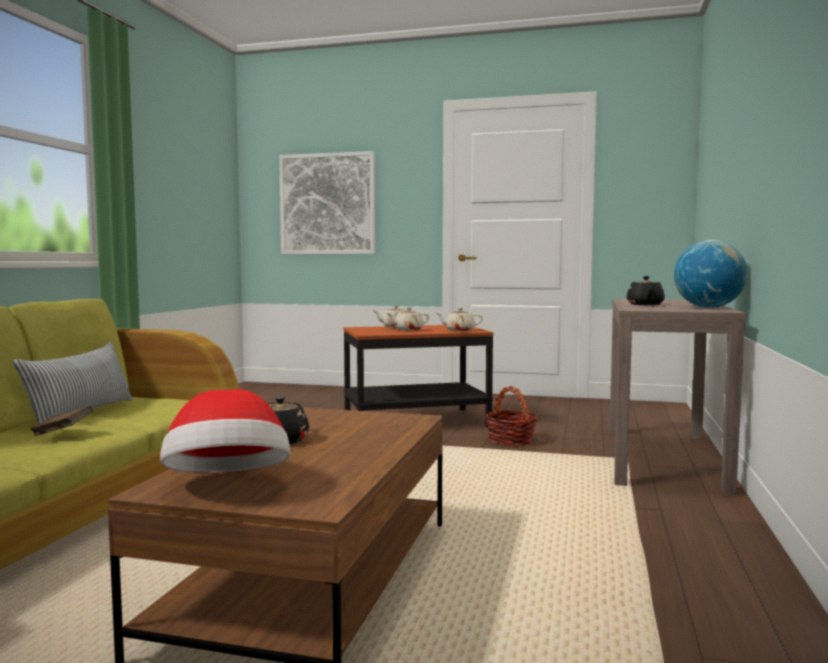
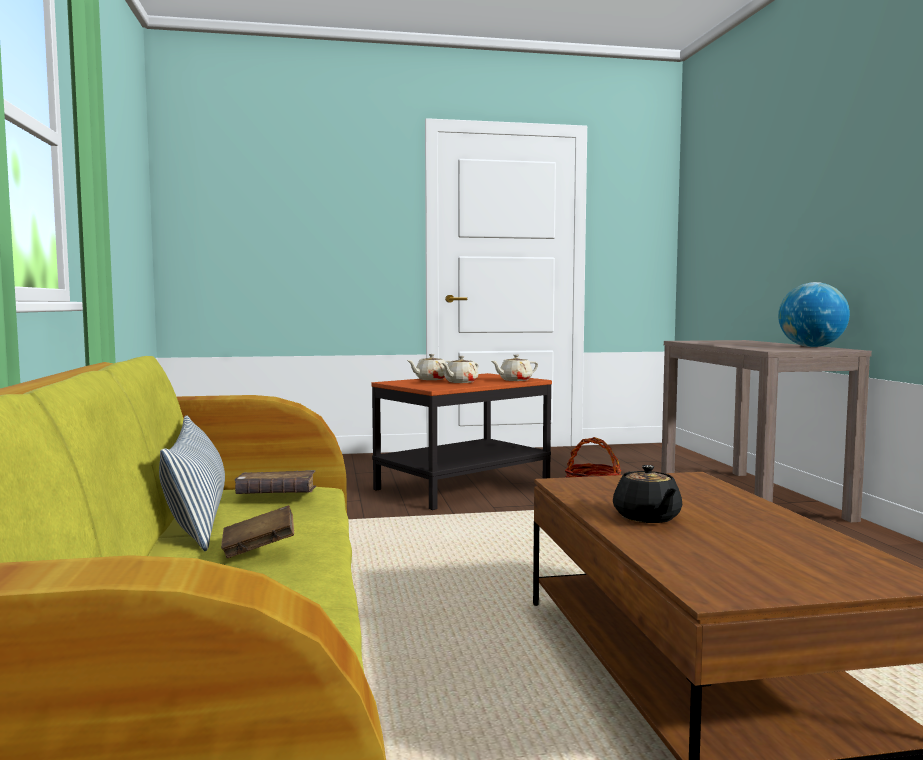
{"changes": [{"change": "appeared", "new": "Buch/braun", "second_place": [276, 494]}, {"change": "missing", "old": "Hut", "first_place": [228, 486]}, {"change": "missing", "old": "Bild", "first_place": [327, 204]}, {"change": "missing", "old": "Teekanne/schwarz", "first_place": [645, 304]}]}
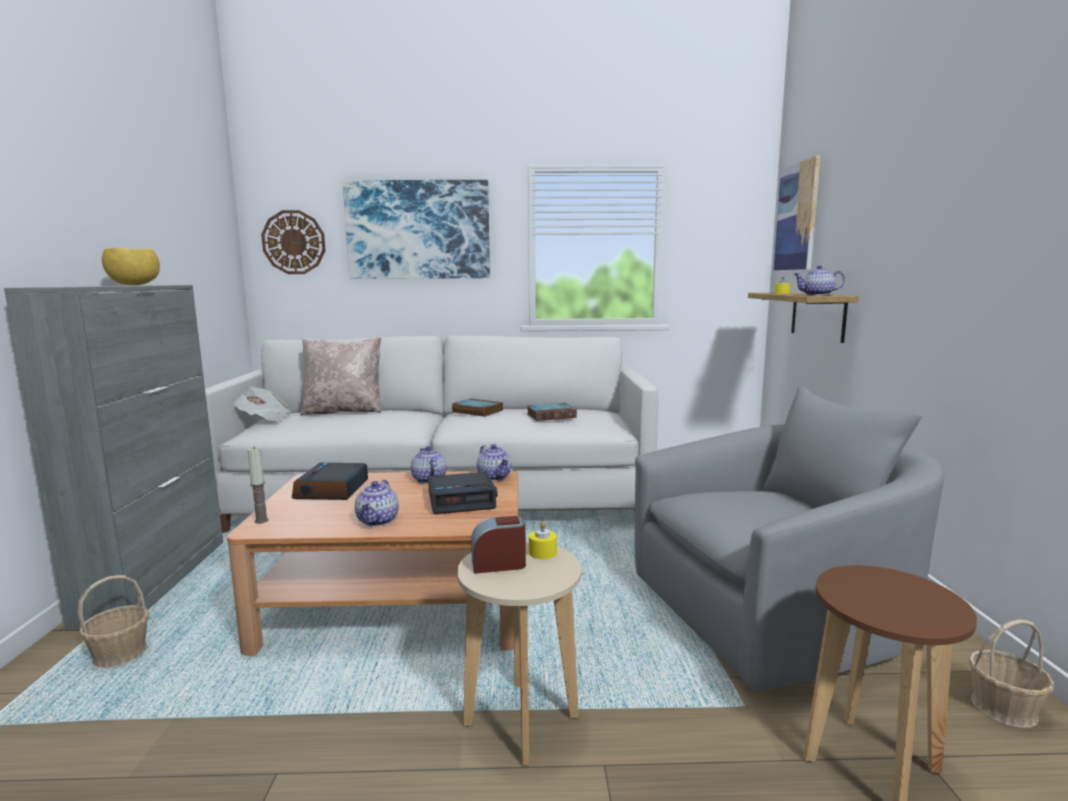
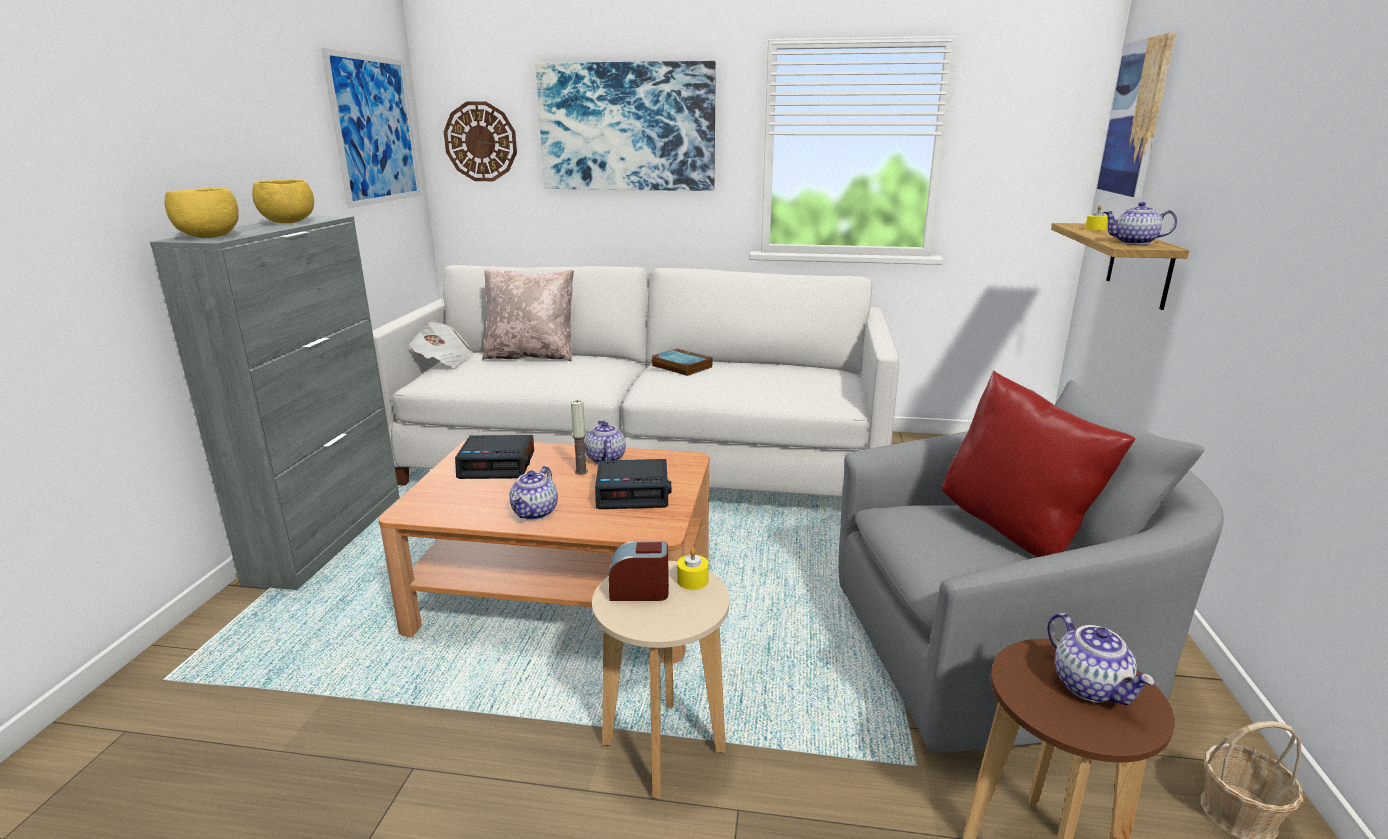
{"changes": [{"change": "appeared", "new": "Schüssel/gelb", "second_place": [209, 237]}, {"change": "appeared", "new": "Bild", "second_place": [375, 130]}, {"change": "spun", "old": "Wecker", "first_place": [332, 490], "second_place": [498, 465], "degrees": -105}, {"change": "relocated", "old": "Kerze", "first_place": [261, 521], "second_place": [581, 471]}, {"change": "appeared", "new": "Kissen/rot", "second_place": [1016, 532]}, {"change": "relocated", "old": "Teekanne", "first_place": [495, 477], "second_place": [1090, 686]}, {"change": "missing", "old": "Korb", "first_place": [120, 654]}, {"change": "missing", "old": "Buch", "first_place": [552, 415]}]}
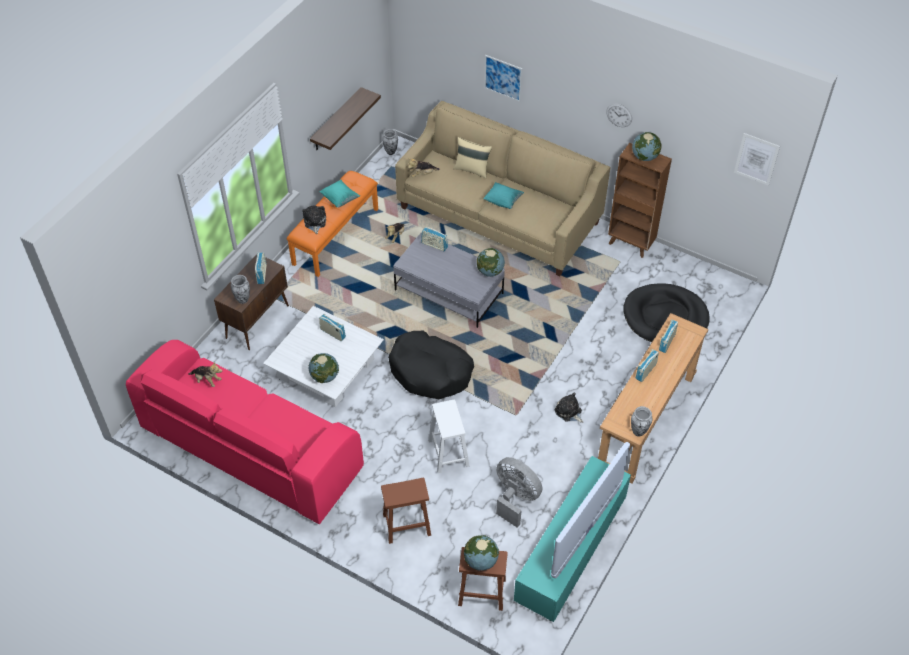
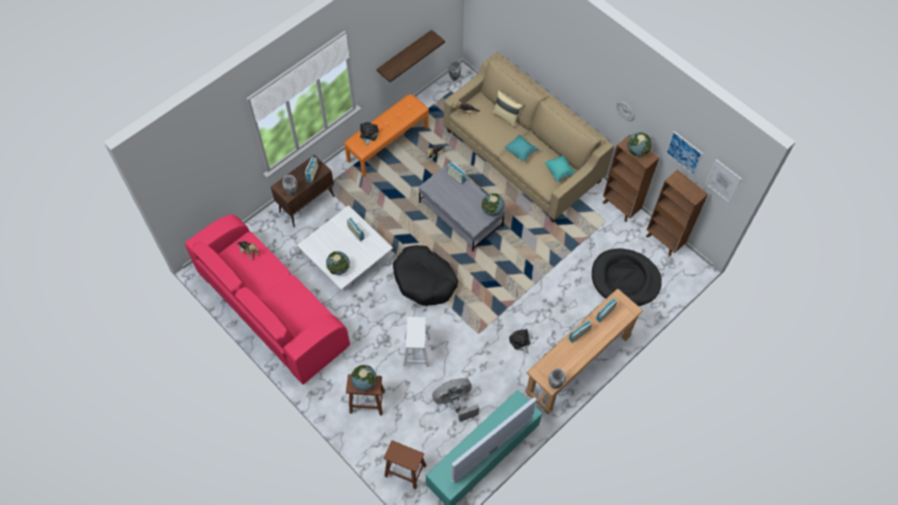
{"changes": [{"change": "relocated", "old": "Globus", "first_place": [480, 561], "second_place": [364, 382]}, {"change": "spun", "old": "Ventilator/grau", "first_place": [515, 498], "second_place": [455, 402], "degrees": -75}, {"change": "relocated", "old": "Kissen/türkis", "first_place": [340, 199], "second_place": [559, 172]}, {"change": "appeared", "new": "Bücherregal/braun", "second_place": [664, 241]}, {"change": "relocated", "old": "Bild", "first_place": [503, 78], "second_place": [684, 153]}]}
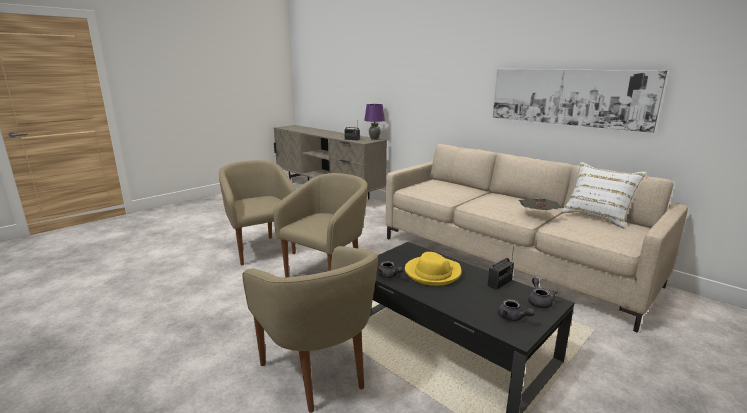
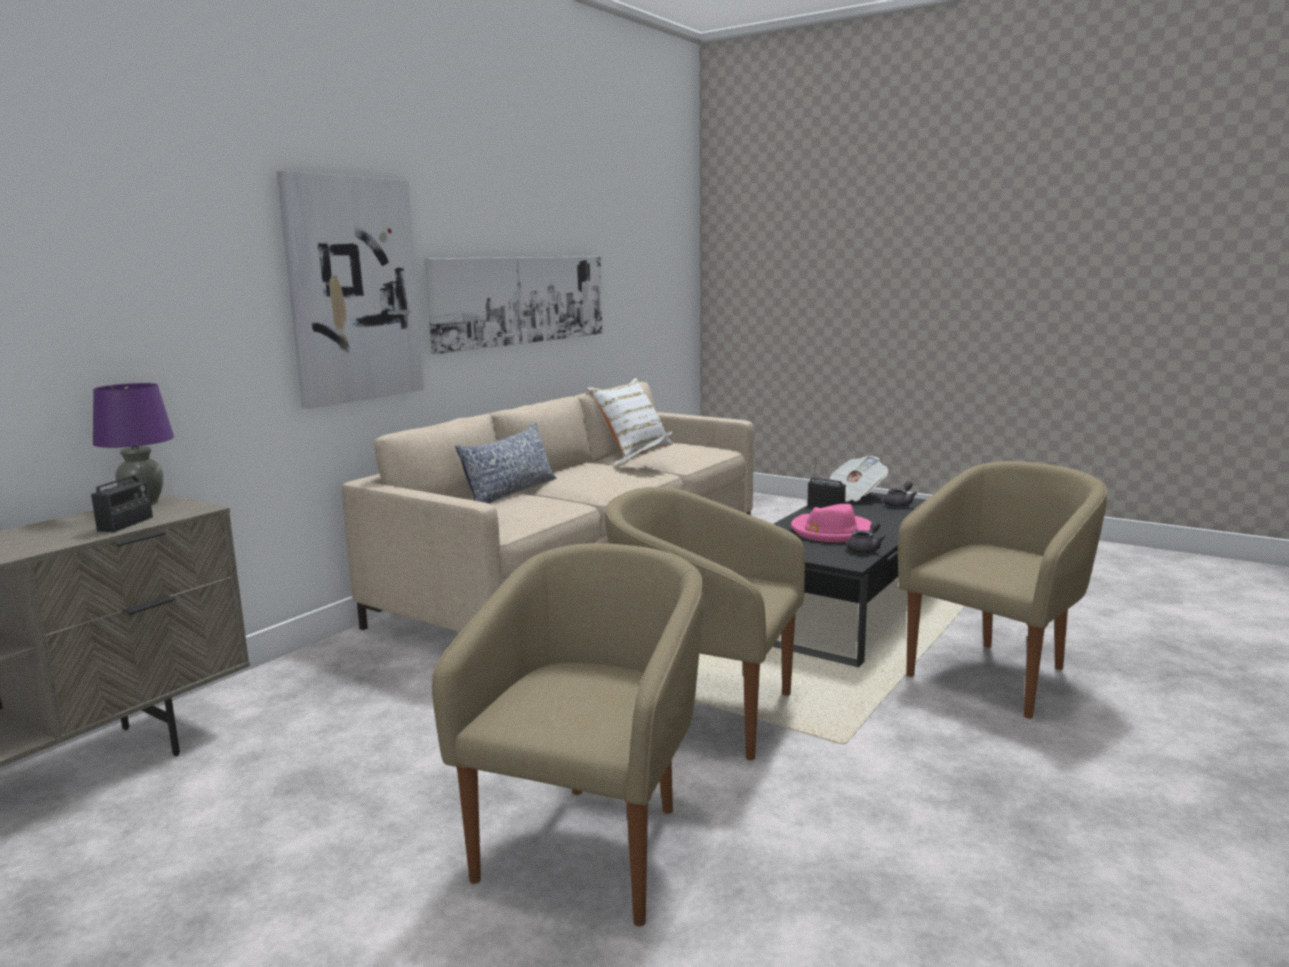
{"changes": [{"change": "appeared", "new": "Bild", "second_place": [353, 290]}, {"change": "spun", "old": "Sessel/beige", "first_place": [261, 249], "second_place": [592, 844], "degrees": 150}, {"change": "appeared", "new": "Kissen", "second_place": [510, 492]}, {"change": "colour", "old": "Hut/gelb", "new": "Hut/rosa", "first_place": [432, 273], "second_place": [830, 531]}, {"change": "exchanged", "old": "Teekanne/grau", "new": "Zeitung", "first_place": [539, 301], "second_place": [852, 496]}]}
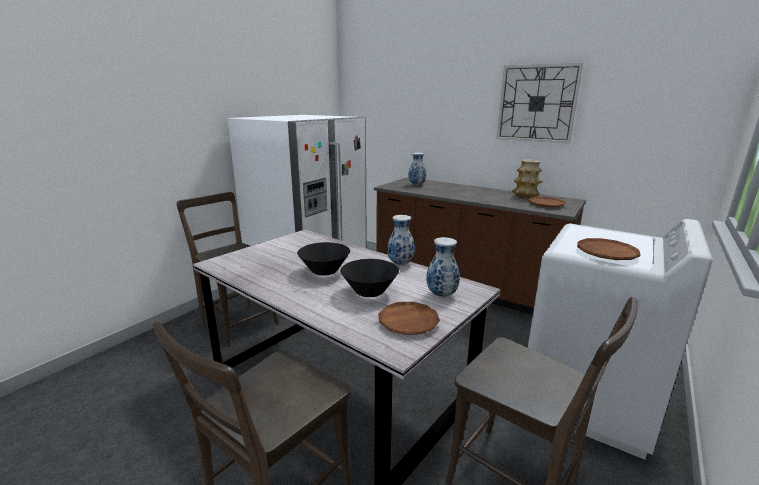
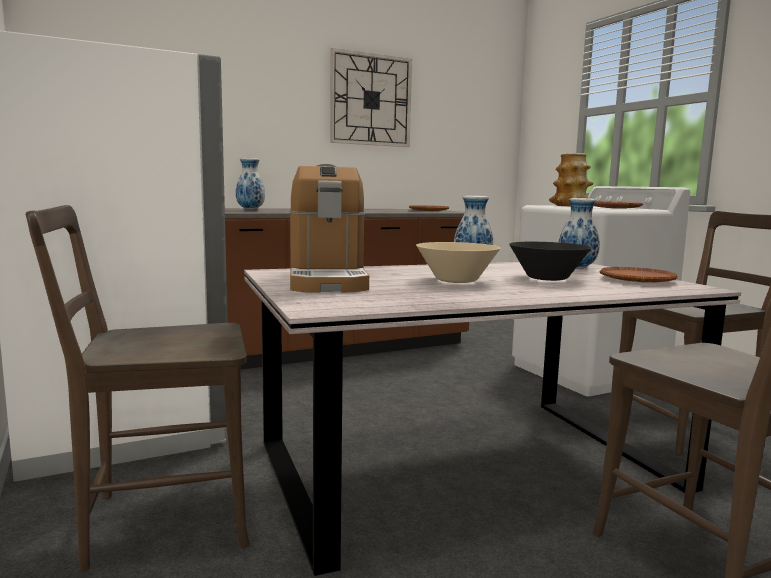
{"changes": [{"change": "appeared", "new": "Kaffeemaschine", "second_place": [327, 280]}, {"change": "colour", "old": "Schüssel/schwarz", "new": "Schüssel/beige", "first_place": [324, 271], "second_place": [456, 280]}, {"change": "relocated", "old": "Vase", "first_place": [525, 196], "second_place": [570, 206]}]}
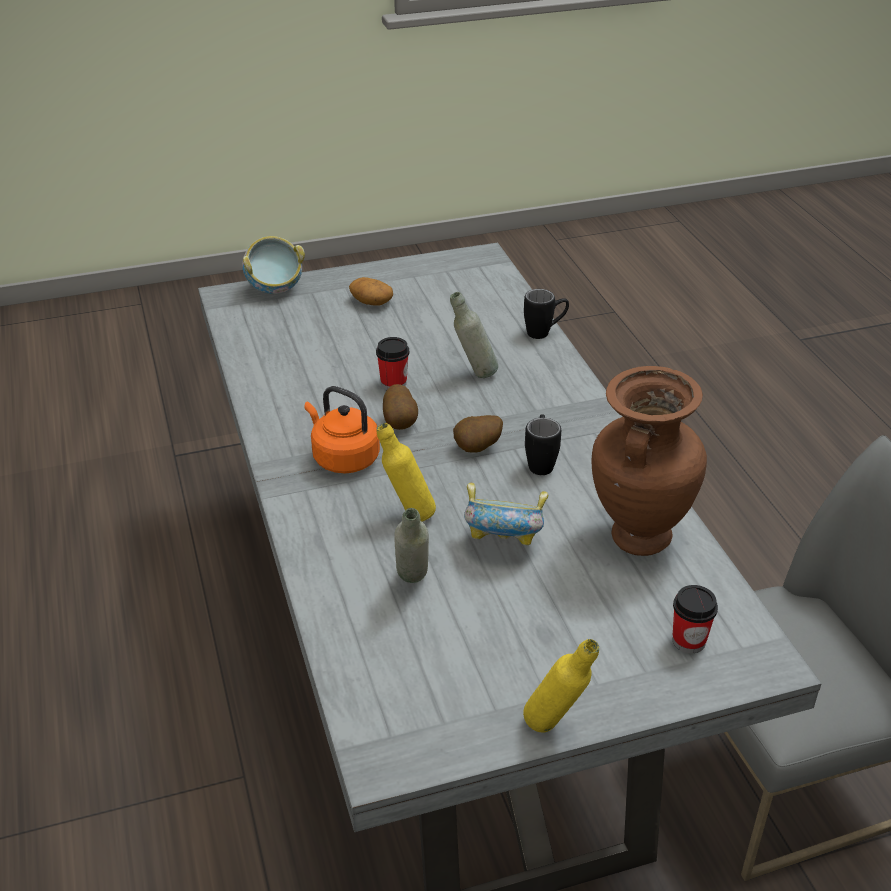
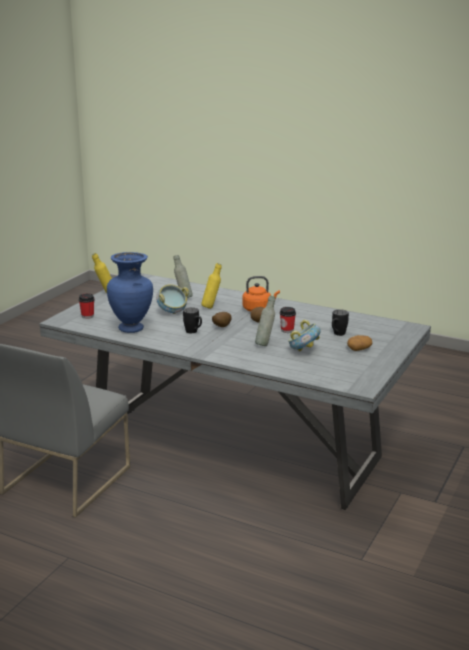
{"changes": [{"change": "colour", "old": "Vase/braun", "new": "Vase/blau", "first_place": [637, 537], "second_place": [132, 328]}, {"change": "relocated", "old": "Schüssel", "first_place": [274, 290], "second_place": [303, 351]}, {"change": "relocated", "old": "Henkelbecher/schwarz", "first_place": [545, 332], "second_place": [337, 334]}]}
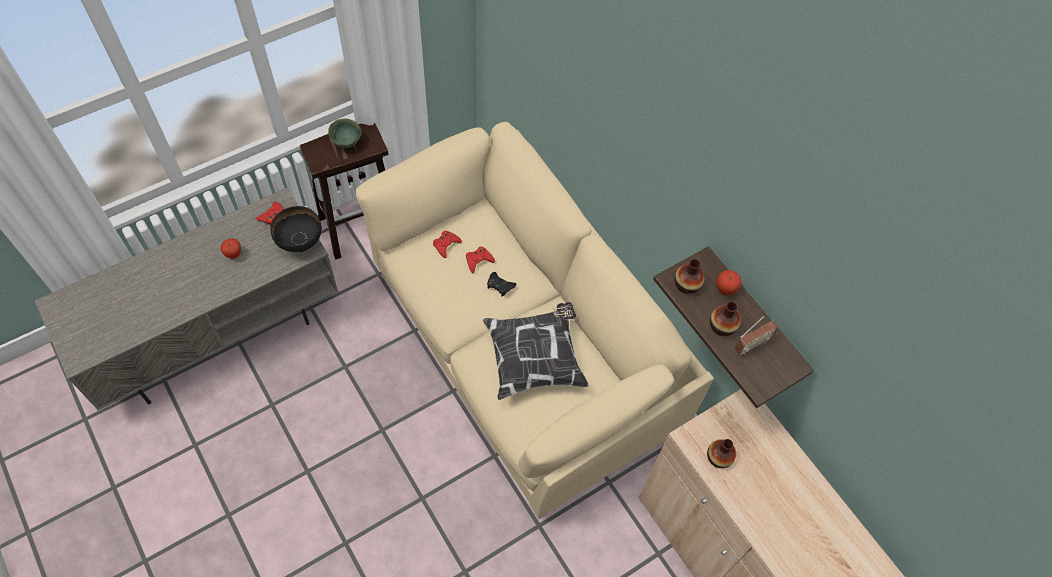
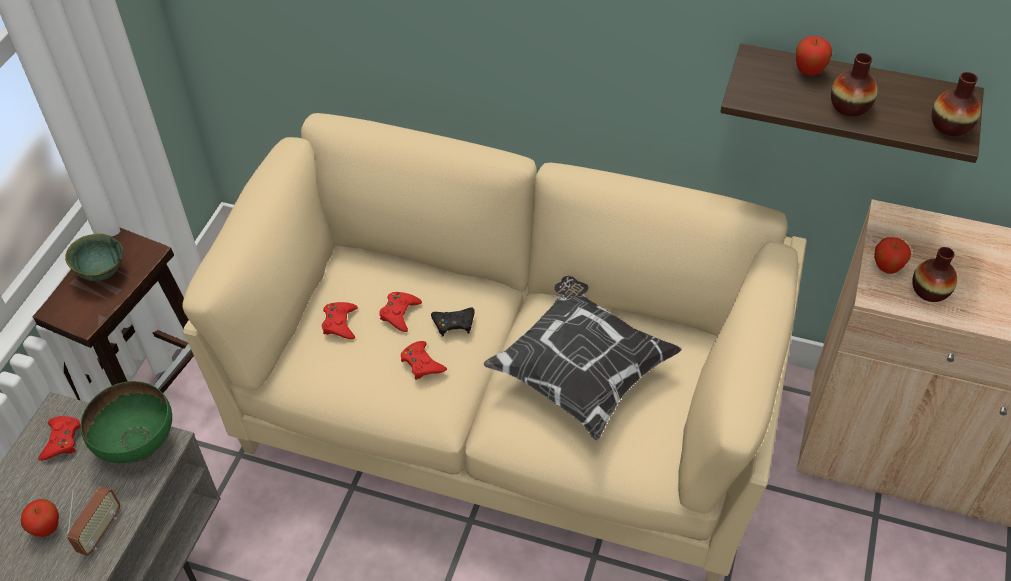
{"changes": [{"change": "relocated", "old": "Radio", "first_place": [752, 345], "second_place": [100, 531]}, {"change": "colour", "old": "Schüssel/schwarz", "new": "Schüssel/grün", "first_place": [300, 242], "second_place": [138, 444]}, {"change": "appeared", "new": "Gamepad/rot", "second_place": [422, 363]}, {"change": "appeared", "new": "Apfel", "second_place": [886, 268]}, {"change": "relocated", "old": "Vase", "first_place": [686, 284], "second_place": [950, 126]}]}
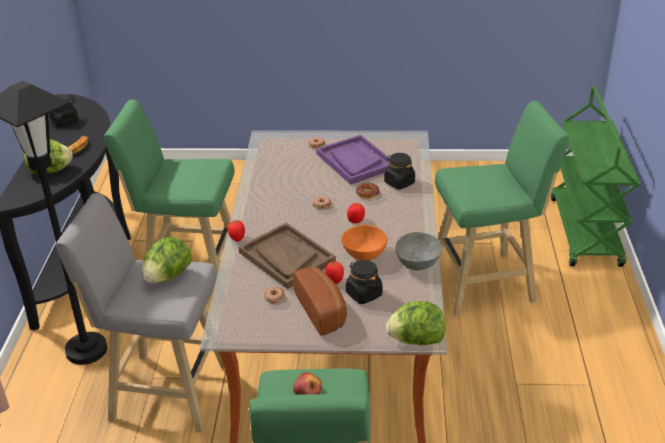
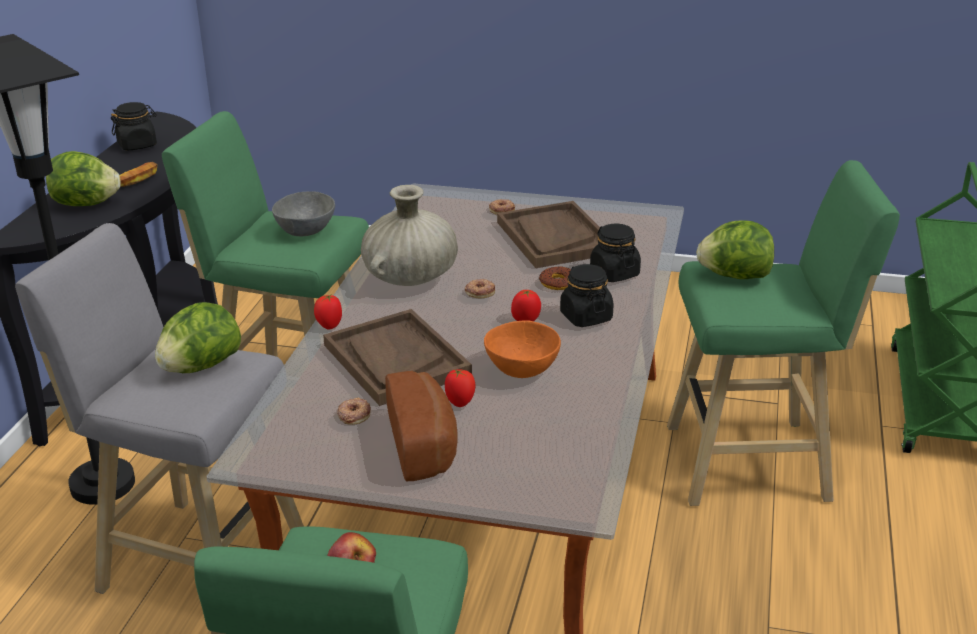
{"changes": [{"change": "relocated", "old": "Schüssel/grau", "first_place": [418, 263], "second_place": [307, 231]}, {"change": "appeared", "new": "Vase/beige", "second_place": [411, 278]}, {"change": "colour", "old": "Tablett/lila", "new": "Tablett/braun", "first_place": [355, 161], "second_place": [554, 237]}, {"change": "relocated", "old": "Vorratsglas/schwarz", "first_place": [363, 294], "second_place": [585, 317]}, {"change": "relocated", "old": "Salatkopf", "first_place": [416, 340], "second_place": [734, 276]}]}
